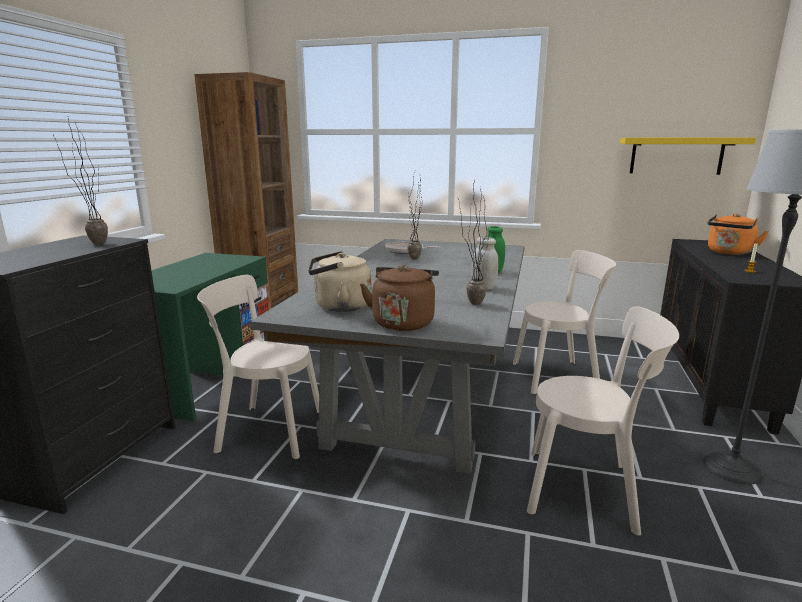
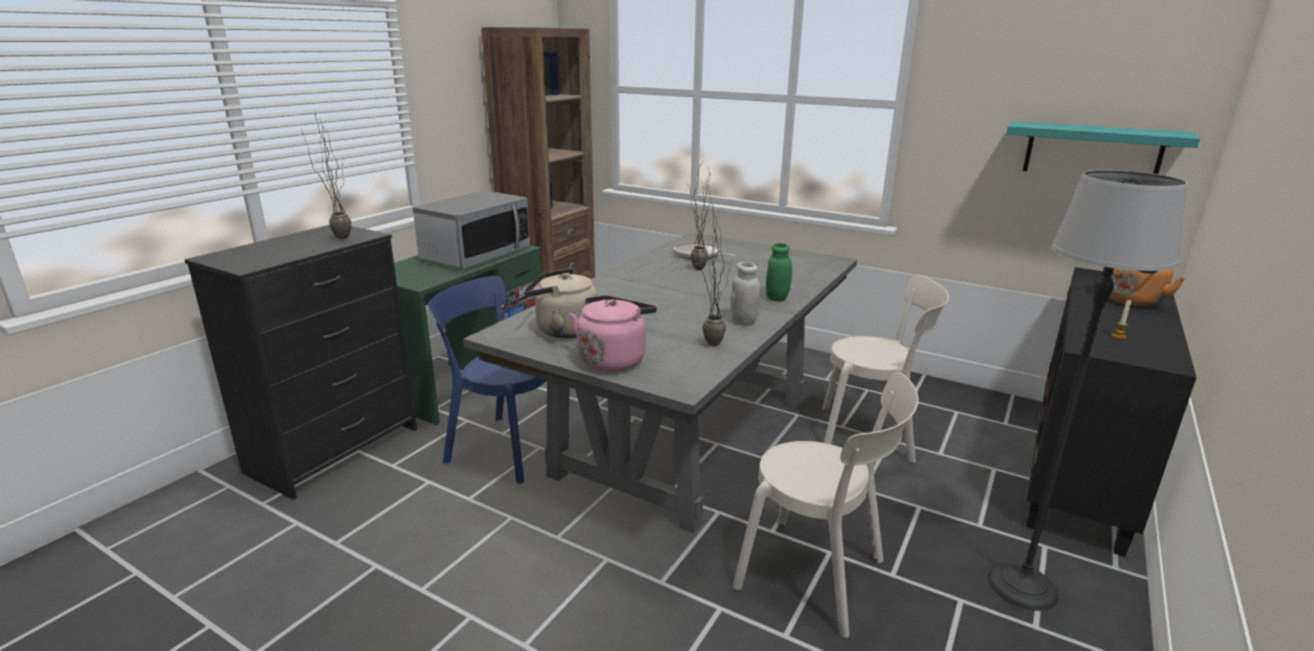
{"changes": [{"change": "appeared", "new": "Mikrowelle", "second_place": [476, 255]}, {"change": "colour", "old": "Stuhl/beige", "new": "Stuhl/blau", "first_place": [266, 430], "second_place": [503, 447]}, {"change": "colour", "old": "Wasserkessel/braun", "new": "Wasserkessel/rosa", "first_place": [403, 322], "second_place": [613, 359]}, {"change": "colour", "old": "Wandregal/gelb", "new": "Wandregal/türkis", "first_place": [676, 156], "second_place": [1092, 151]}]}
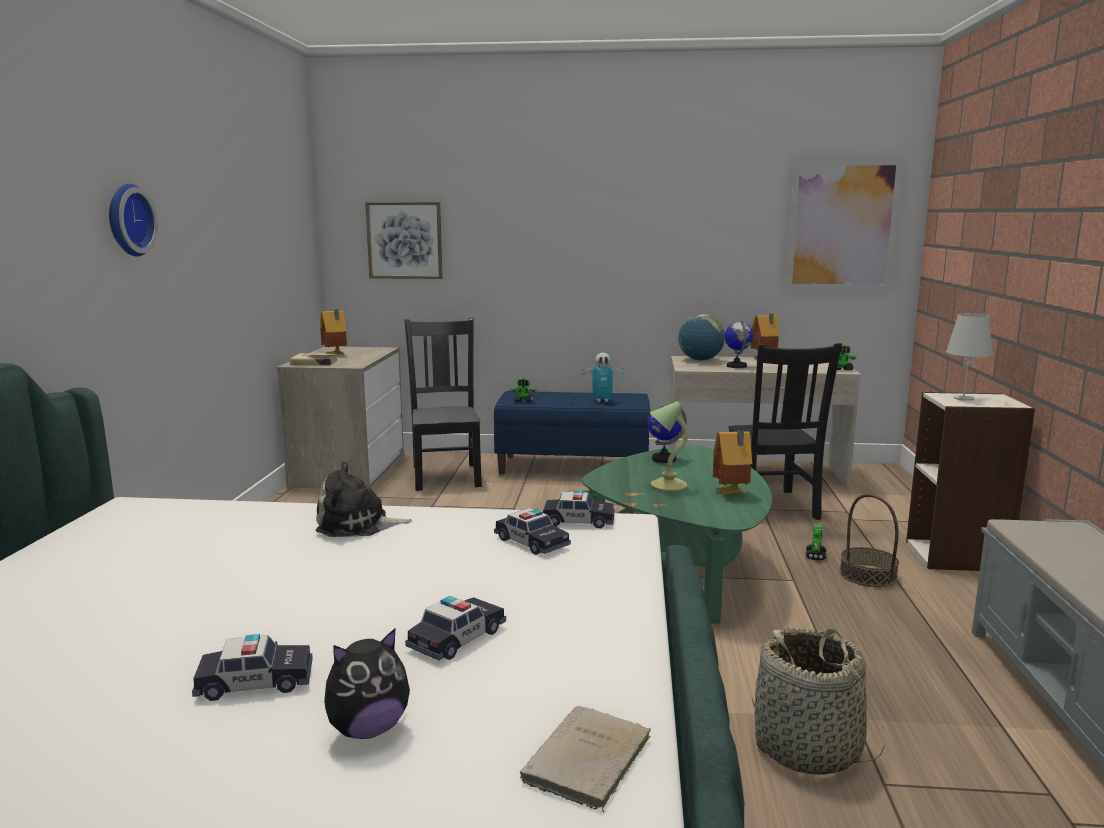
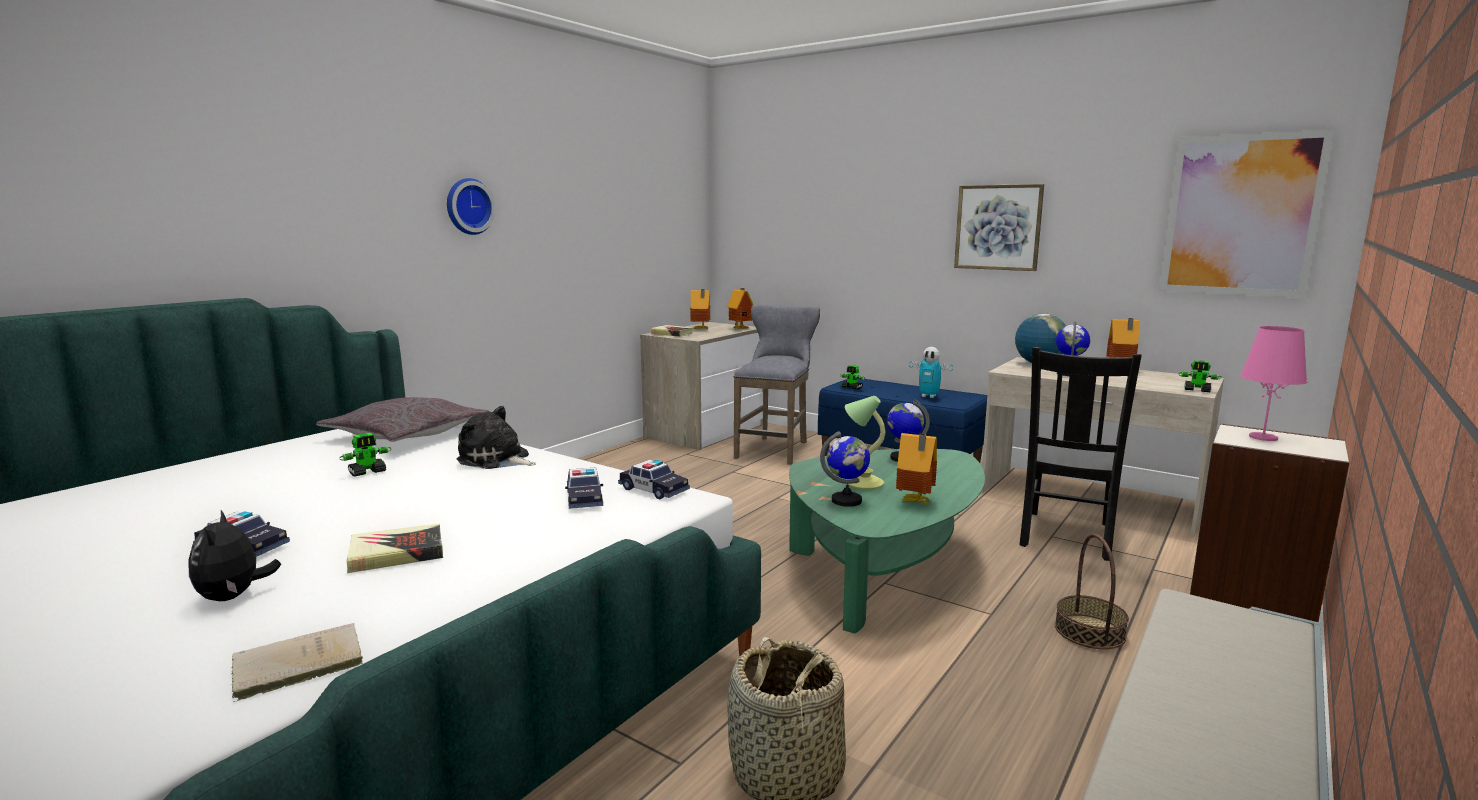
{"changes": [{"change": "spun", "old": "Plüschtier", "first_place": [367, 729], "second_place": [233, 596], "degrees": 75}, {"change": "appeared", "new": "Kissen/grau", "second_place": [406, 435]}, {"change": "relocated", "old": "Spielzeugroboter", "first_place": [815, 555], "second_place": [368, 472]}, {"change": "exchanged", "old": "Spielzeugauto", "new": "Buch", "first_place": [457, 638], "second_place": [396, 554]}, {"change": "appeared", "new": "Spielzeughaus", "second_place": [741, 329]}, {"change": "exchanged", "old": "Stuhl/schwarz", "new": "Hocker/grau", "first_place": [446, 475], "second_place": [775, 449]}, {"change": "appeared", "new": "Globus", "second_place": [847, 501]}, {"change": "relocated", "old": "Bild", "first_place": [404, 240], "second_place": [998, 227]}, {"change": "colour", "old": "Tischlampe/weiß", "new": "Tischlampe/rosa", "first_place": [963, 398], "second_place": [1263, 437]}]}
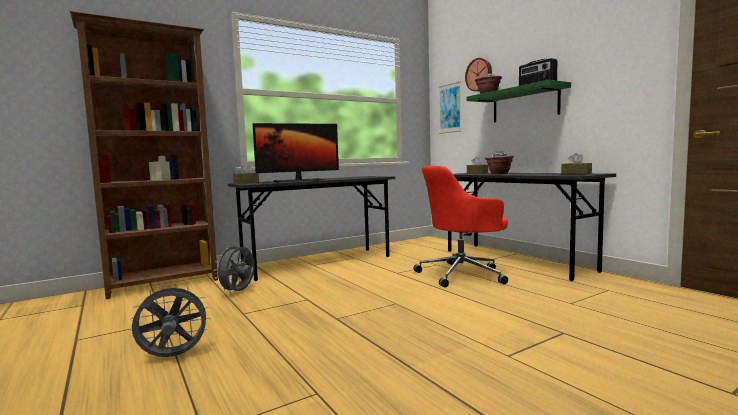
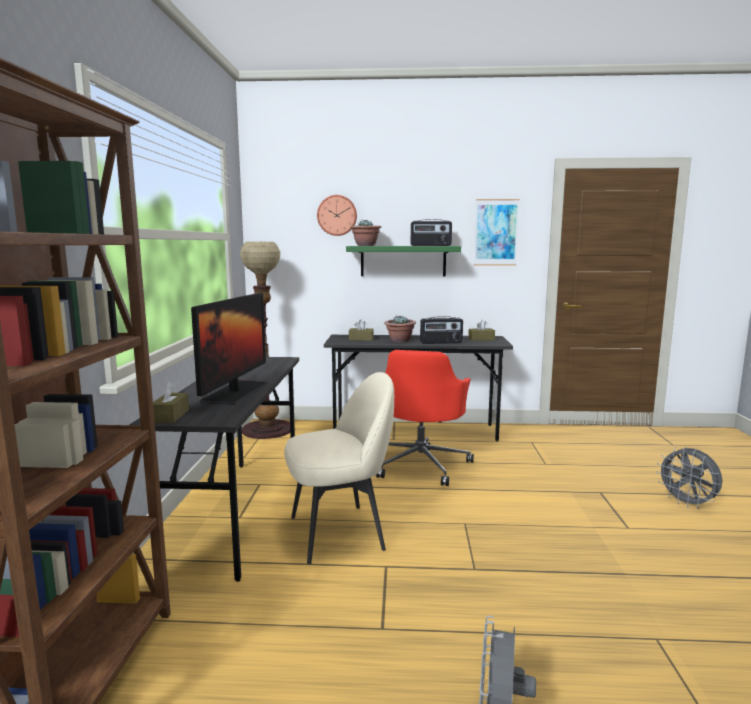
{"changes": [{"change": "appeared", "new": "Stehlampe", "second_place": [267, 430]}, {"change": "appeared", "new": "Stuhl/beige", "second_place": [339, 532]}, {"change": "appeared", "new": "Radio", "second_place": [441, 343]}, {"change": "relocated", "old": "Bild", "first_place": [450, 108], "second_place": [496, 232]}, {"change": "relocated", "old": "Ventilator/grau", "first_place": [238, 292], "second_place": [687, 504]}]}
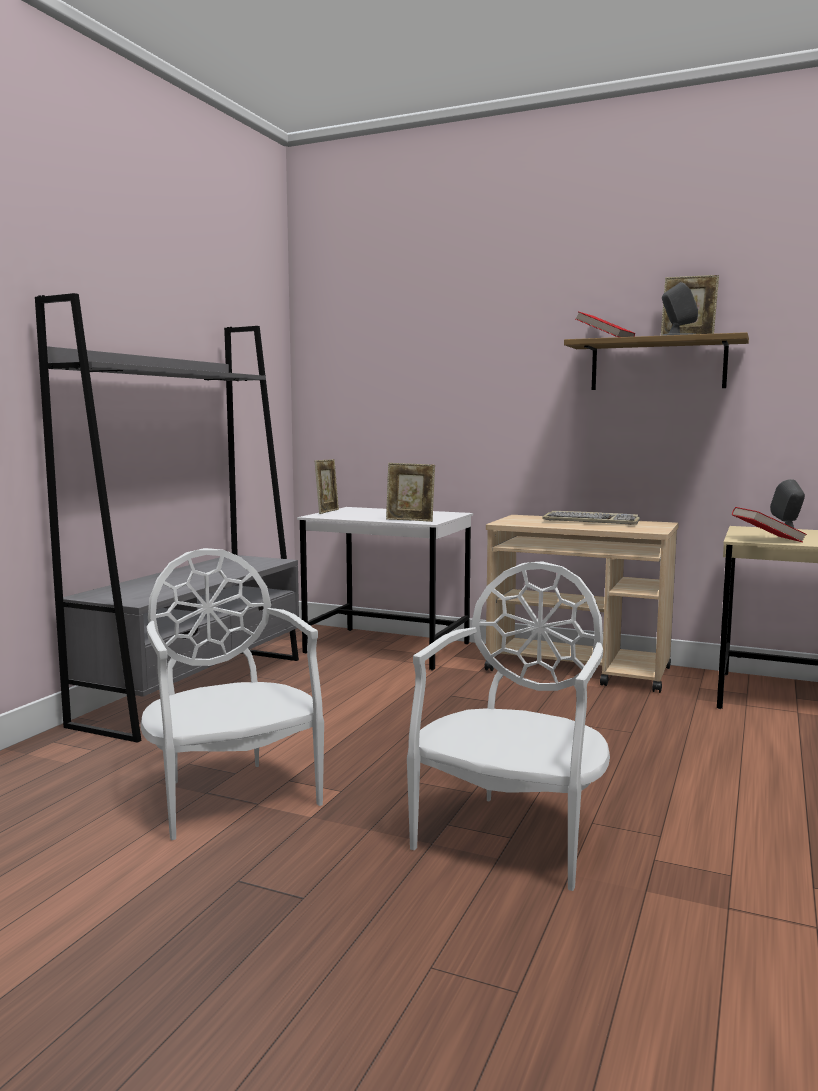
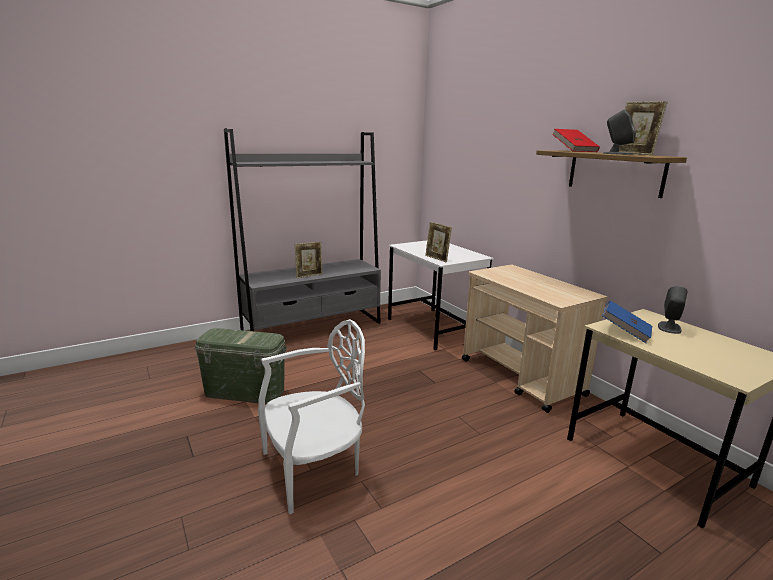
{"changes": [{"change": "exchanged", "old": "Stuhl/weiß", "new": "Aufbewahrungsbox/grün", "first_place": [232, 794], "second_place": [245, 391]}, {"change": "relocated", "old": "Bilderrahmen", "first_place": [327, 511], "second_place": [309, 275]}, {"change": "colour", "old": "Buch/rot", "new": "Buch/blau", "first_place": [767, 540], "second_place": [625, 332]}, {"change": "missing", "old": "Tastatur", "first_place": [592, 522]}]}
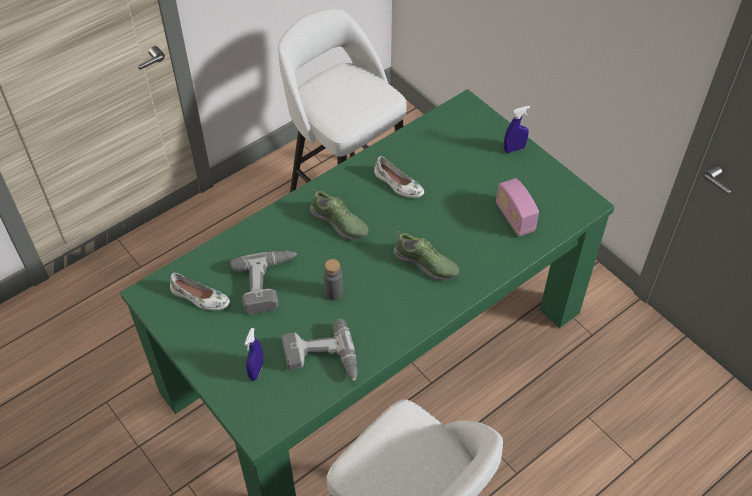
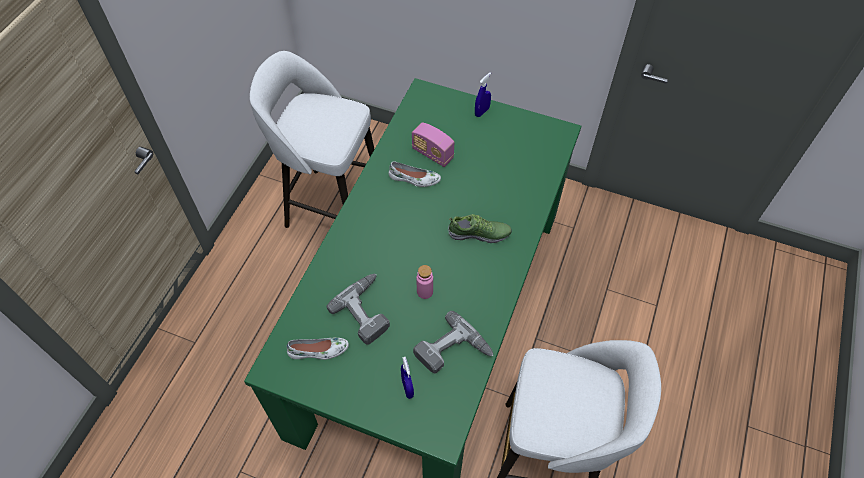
{"changes": [{"change": "relocated", "old": "Radio", "first_place": [514, 218], "second_place": [432, 154]}, {"change": "colour", "old": "Flasche/grau", "new": "Flasche/rosa", "first_place": [334, 293], "second_place": [425, 291]}, {"change": "missing", "old": "Schuh", "first_place": [340, 223]}]}
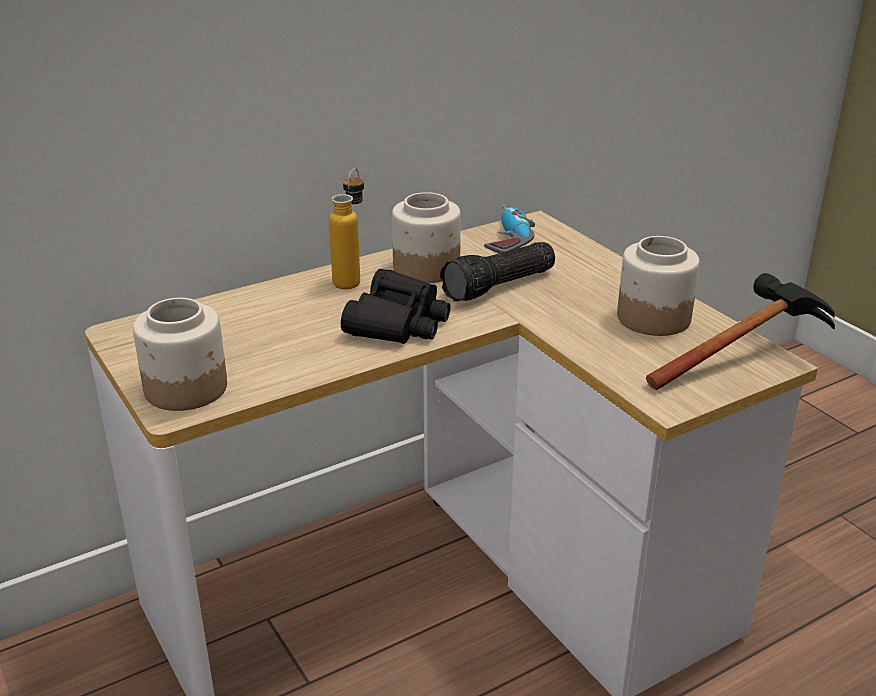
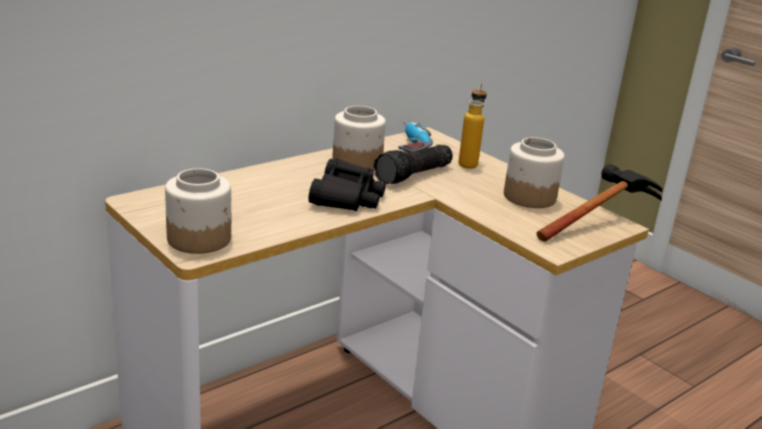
{"changes": [{"change": "relocated", "old": "Flasche", "first_place": [351, 279], "second_place": [469, 162]}]}
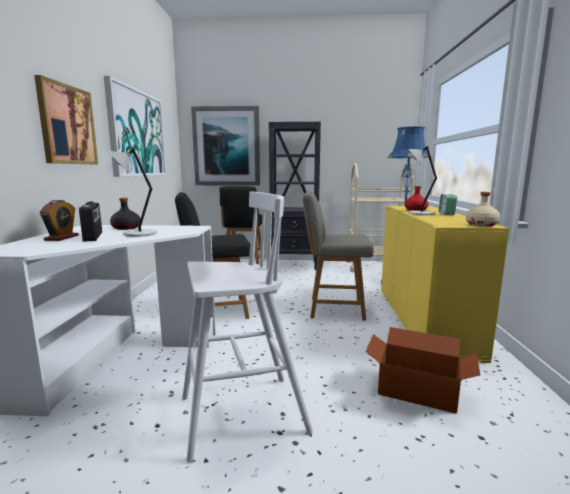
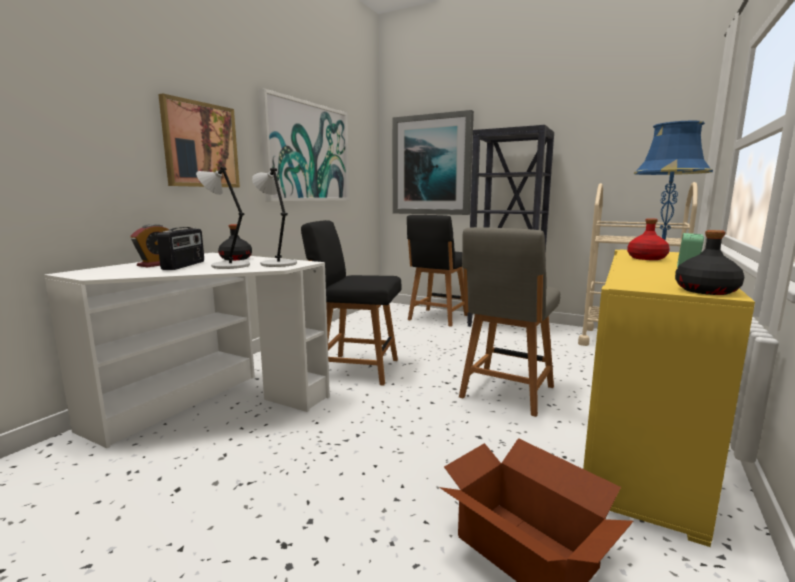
{"changes": [{"change": "relocated", "old": "Tischlampe/grau", "first_place": [419, 213], "second_place": [277, 264]}, {"change": "spun", "old": "Stuhl/grau", "first_place": [334, 308], "second_place": [506, 393], "degrees": -90}, {"change": "colour", "old": "Flasche/beige", "new": "Flasche/schwarz", "first_place": [481, 225], "second_place": [705, 291]}, {"change": "missing", "old": "Hocker/weiß", "first_place": [240, 415]}]}
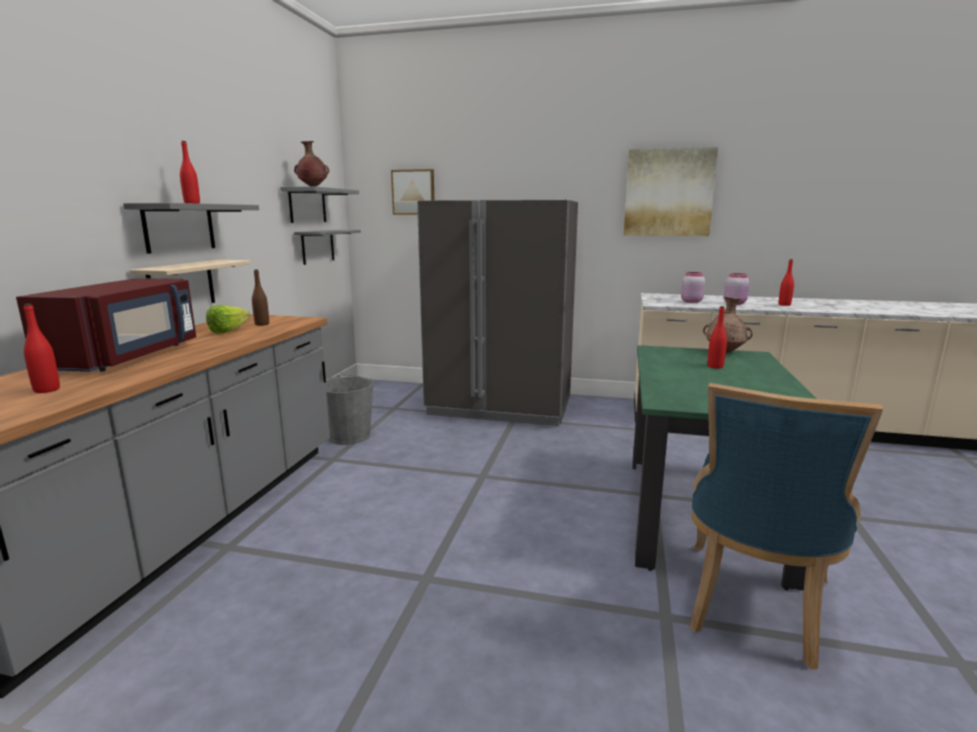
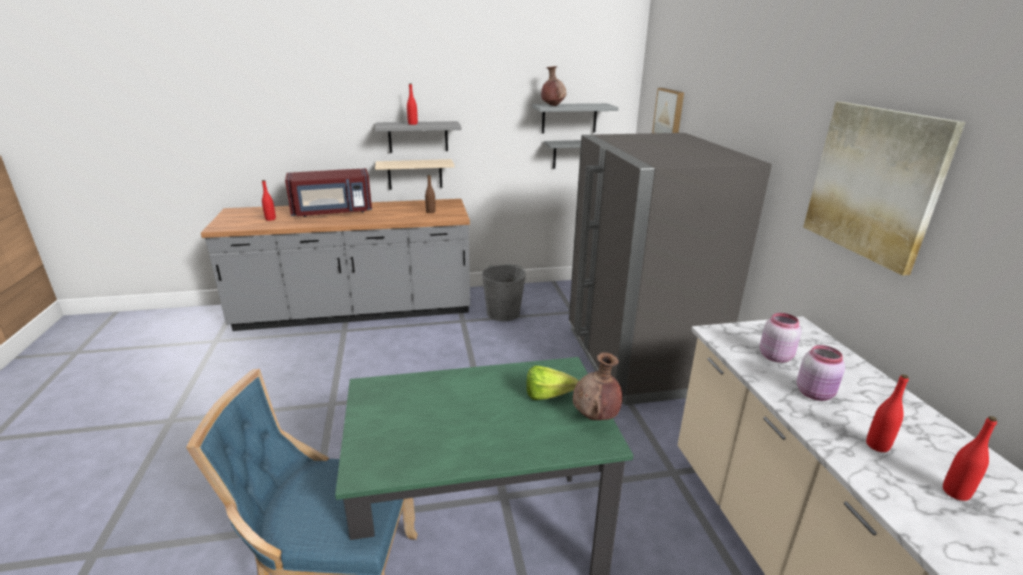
{"changes": [{"change": "relocated", "old": "Salatkopf", "first_place": [232, 331], "second_place": [552, 396]}, {"change": "relocated", "old": "Flasche/rot", "first_place": [715, 366], "second_place": [955, 492]}]}
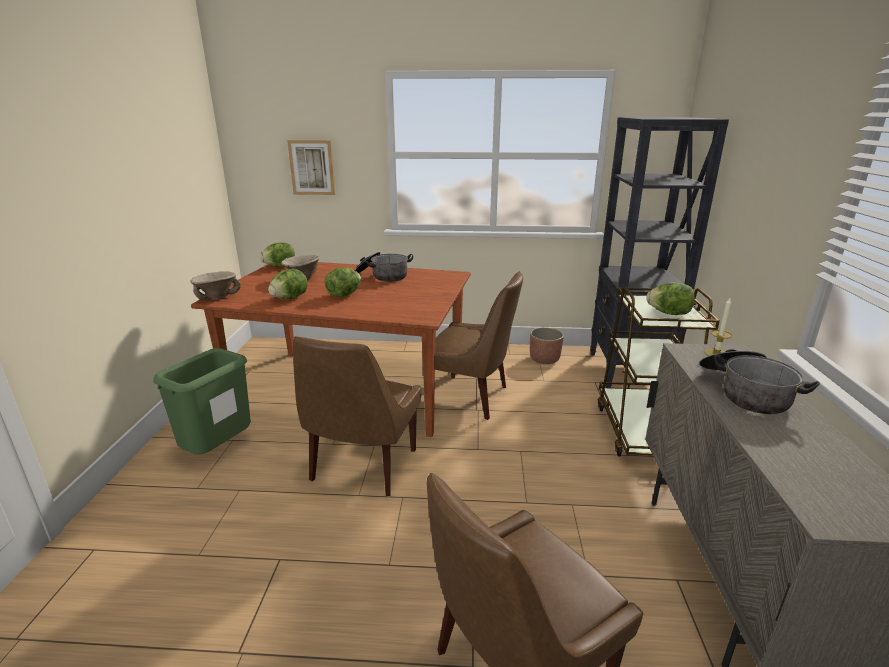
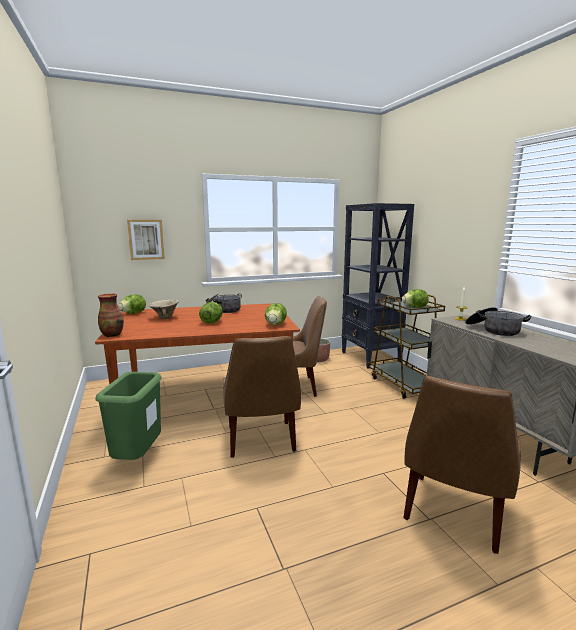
{"changes": [{"change": "exchanged", "old": "Schüssel/beige", "new": "Vase", "first_place": [217, 297], "second_place": [112, 335]}, {"change": "relocated", "old": "Salatkopf", "first_place": [290, 298], "second_place": [275, 324]}]}
